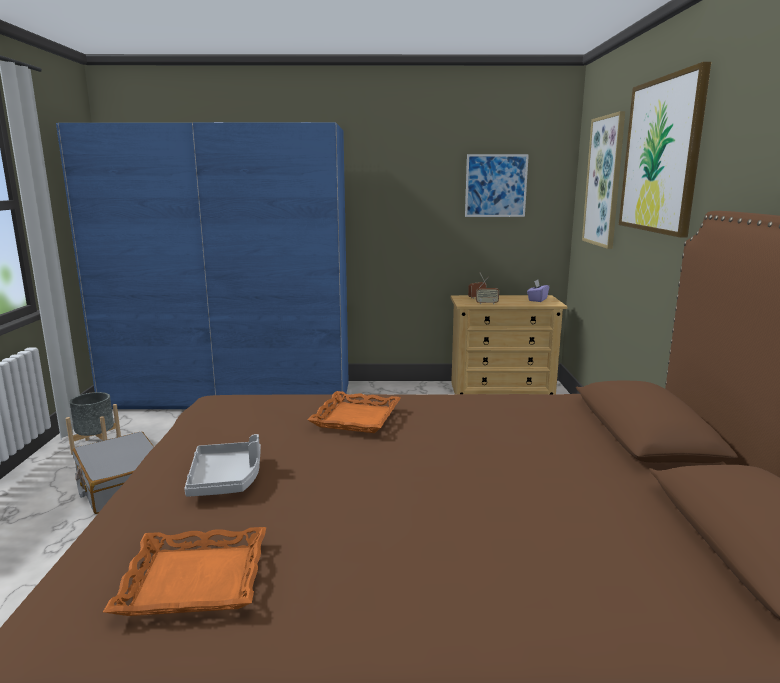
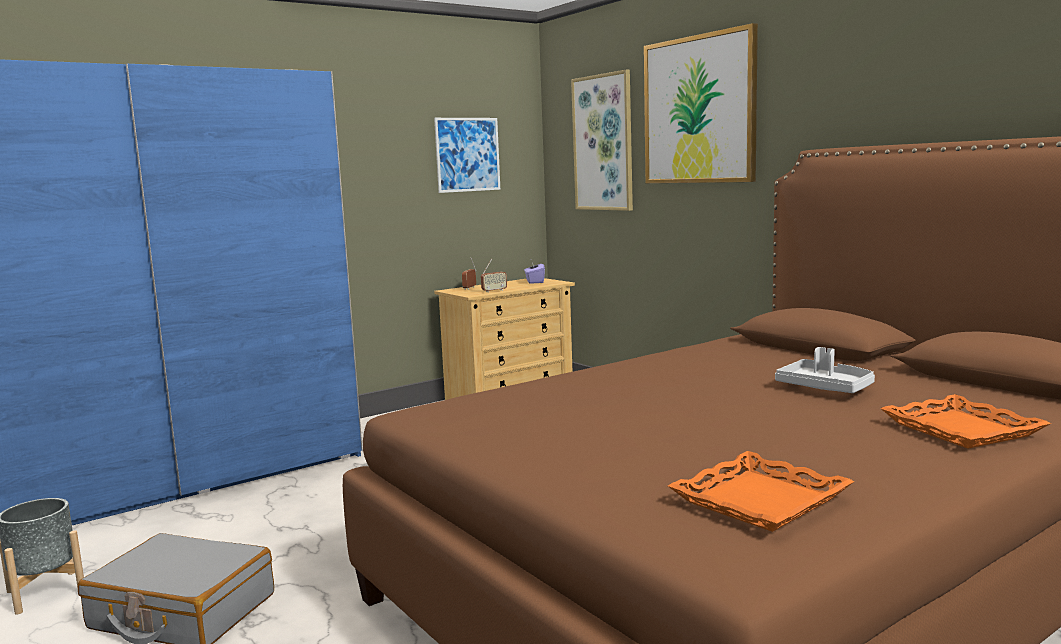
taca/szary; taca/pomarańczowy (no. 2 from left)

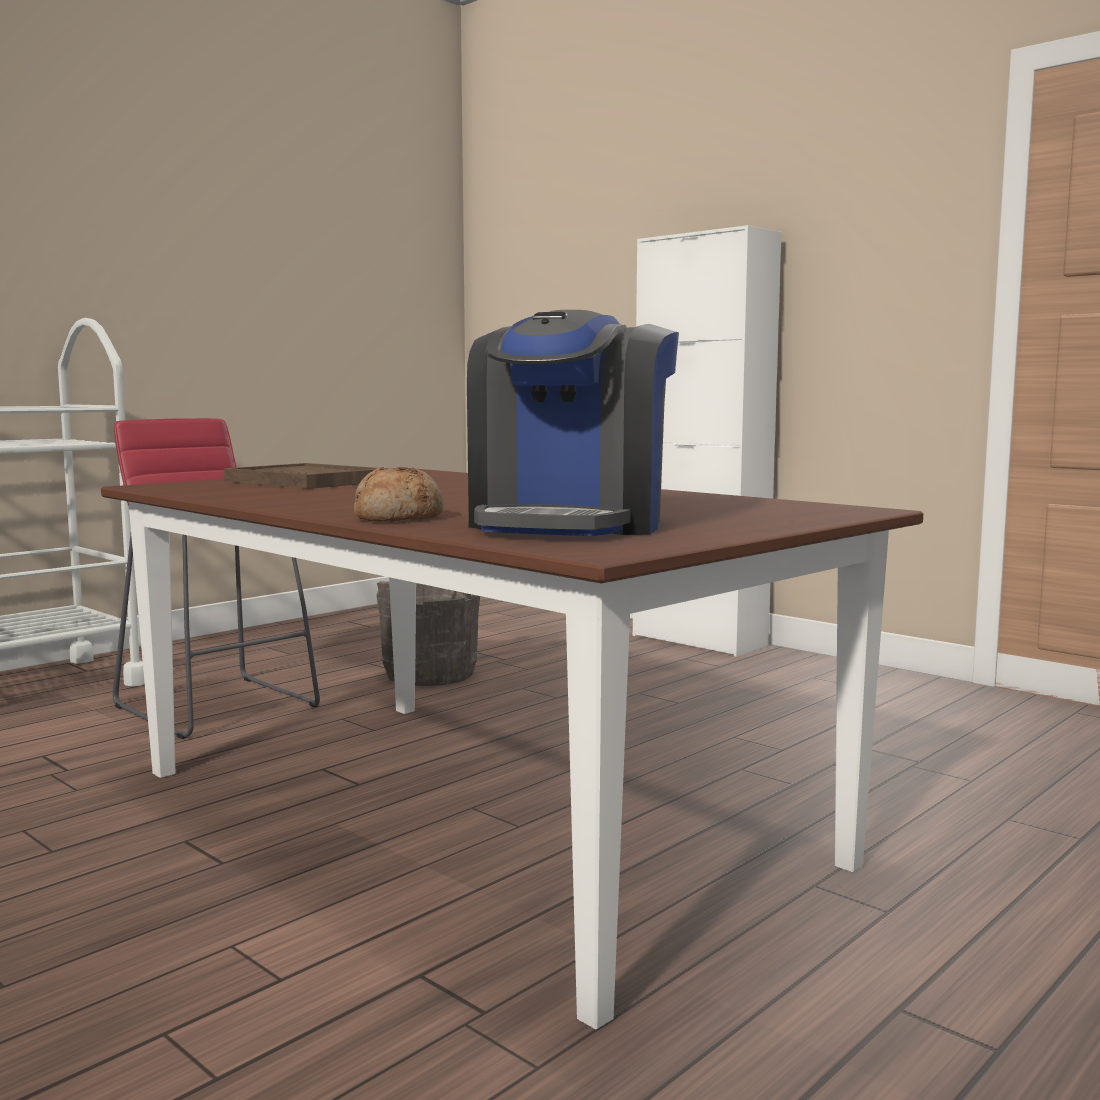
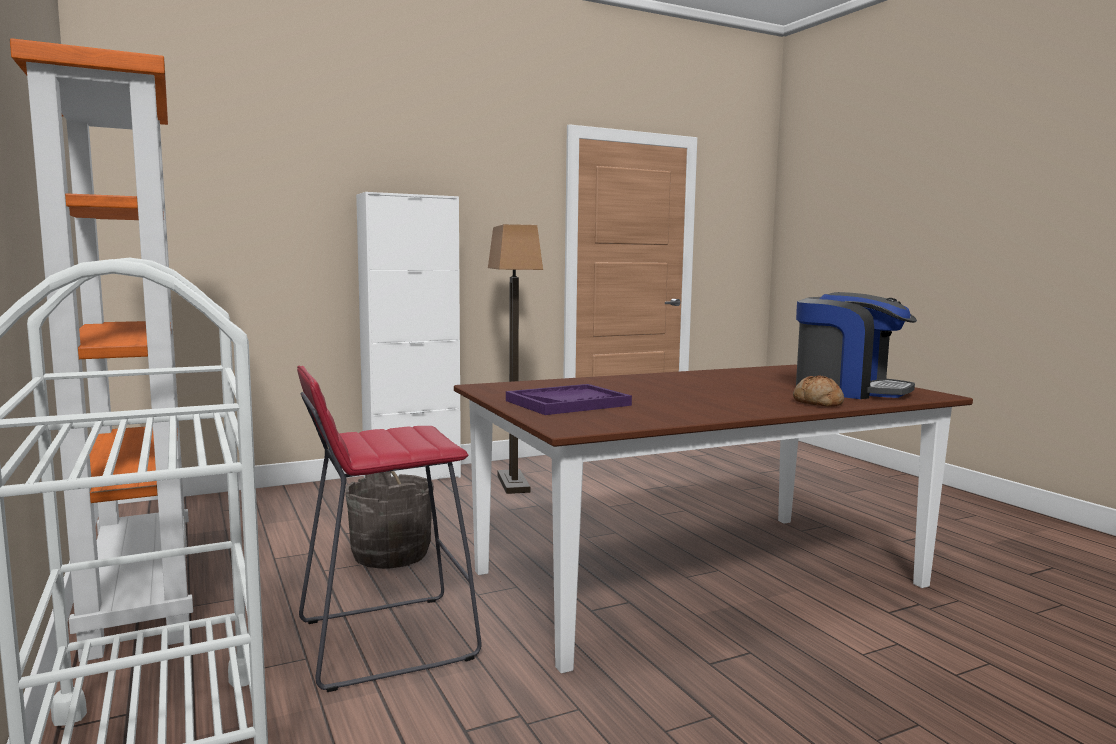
taca/fioletowy; regał/pomarańczowy; lampa stojąca

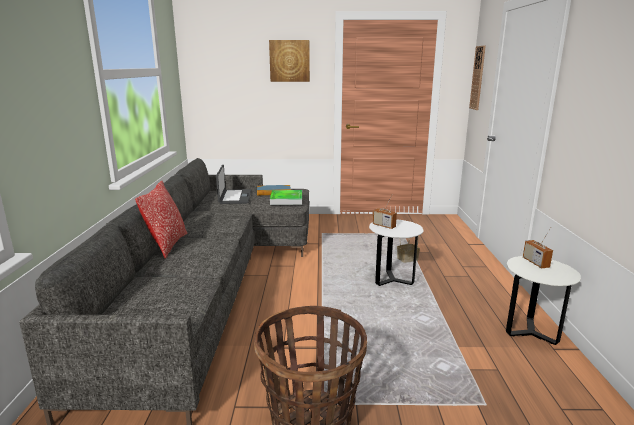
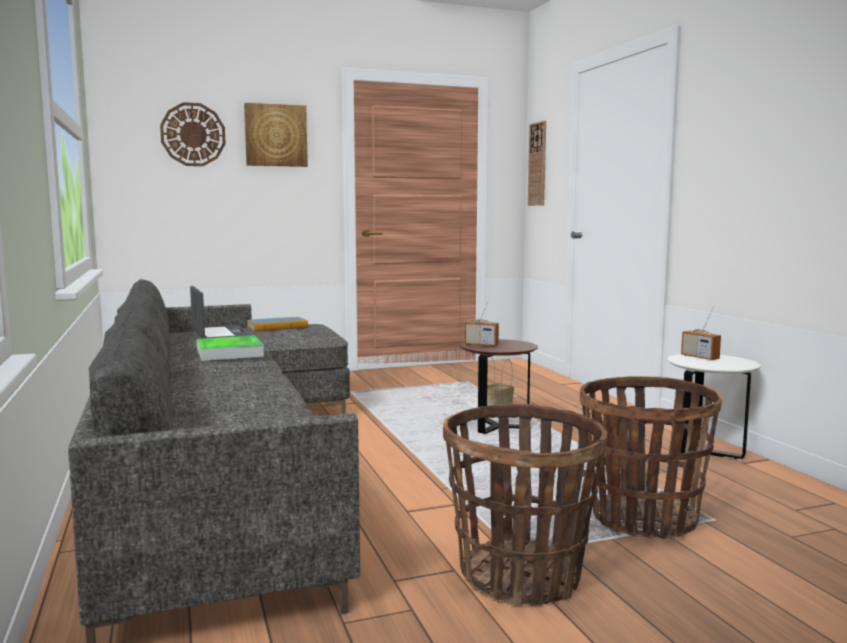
poduszka; taca; stolik/brązowy; zegar ścienny (no. 1 from left); koszyk (no. 3 from left)

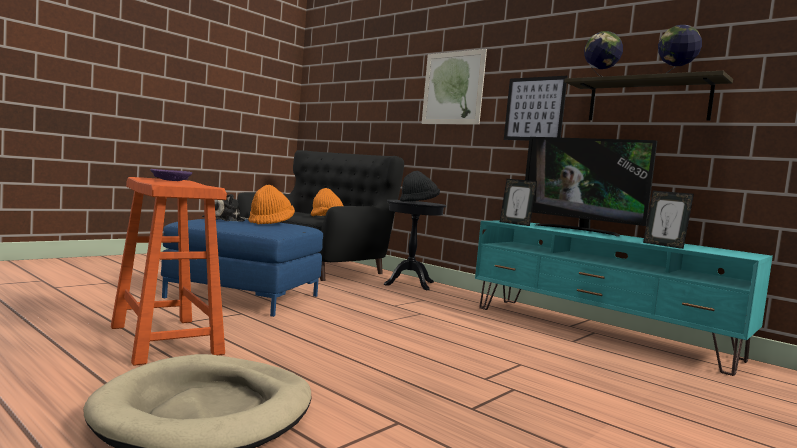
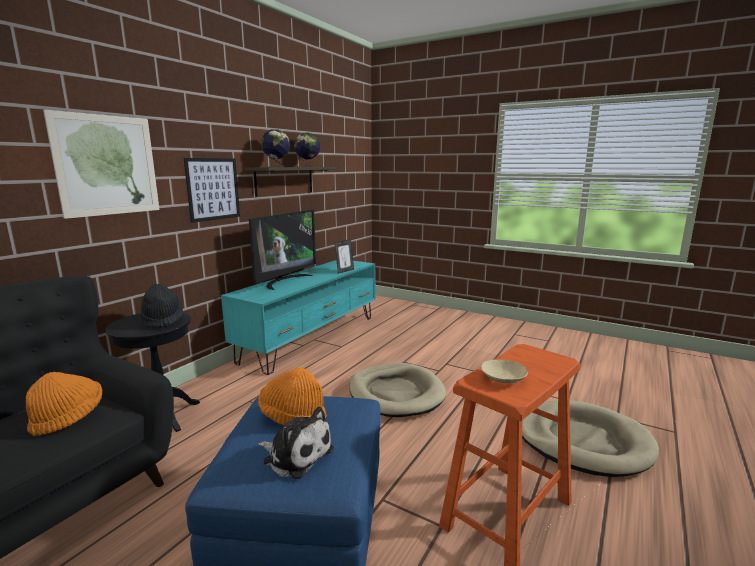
miska/beżowy; ramka na zdjęcie (no. 1 from left in the first image); legowisko/beżowy (no. 1 from left)

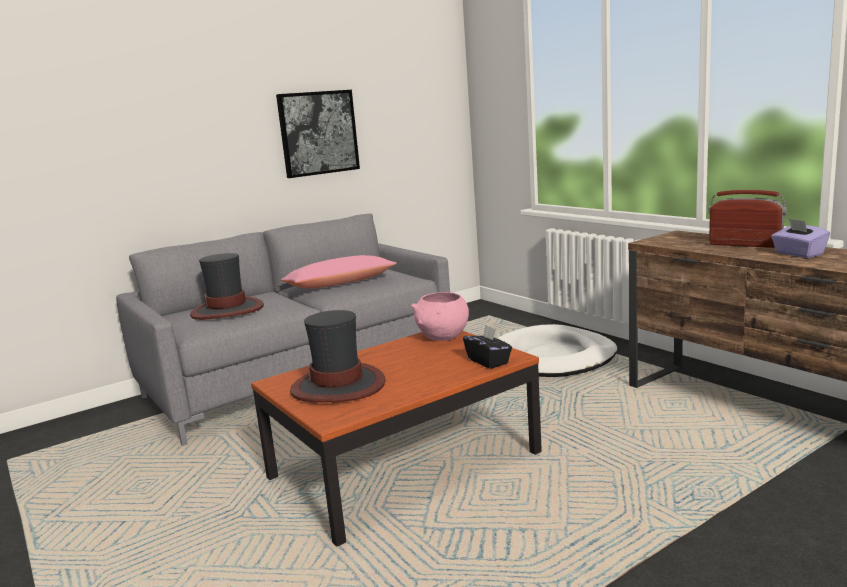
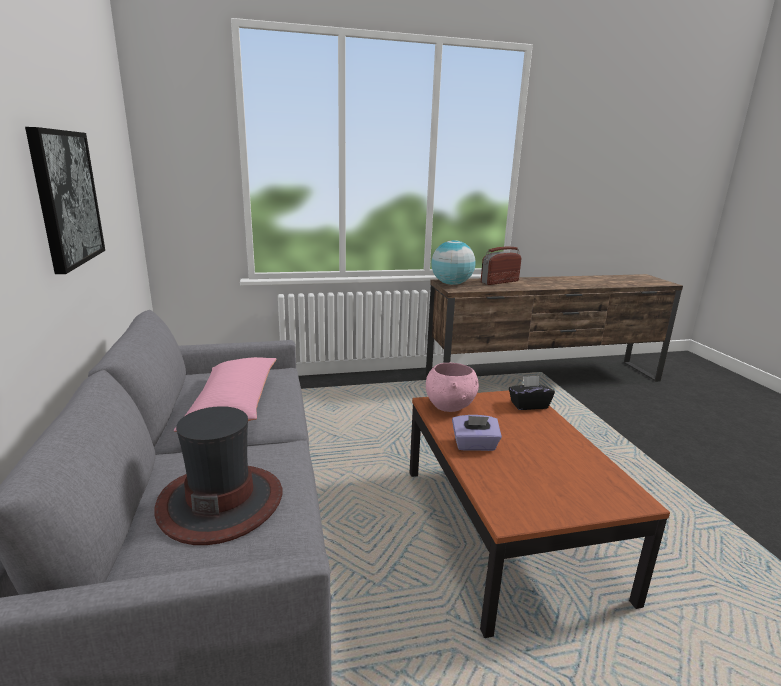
kapelusz (no. 2 from left in the first image); legowisko/biały; pudełko chusteczek/fioletowy; globus

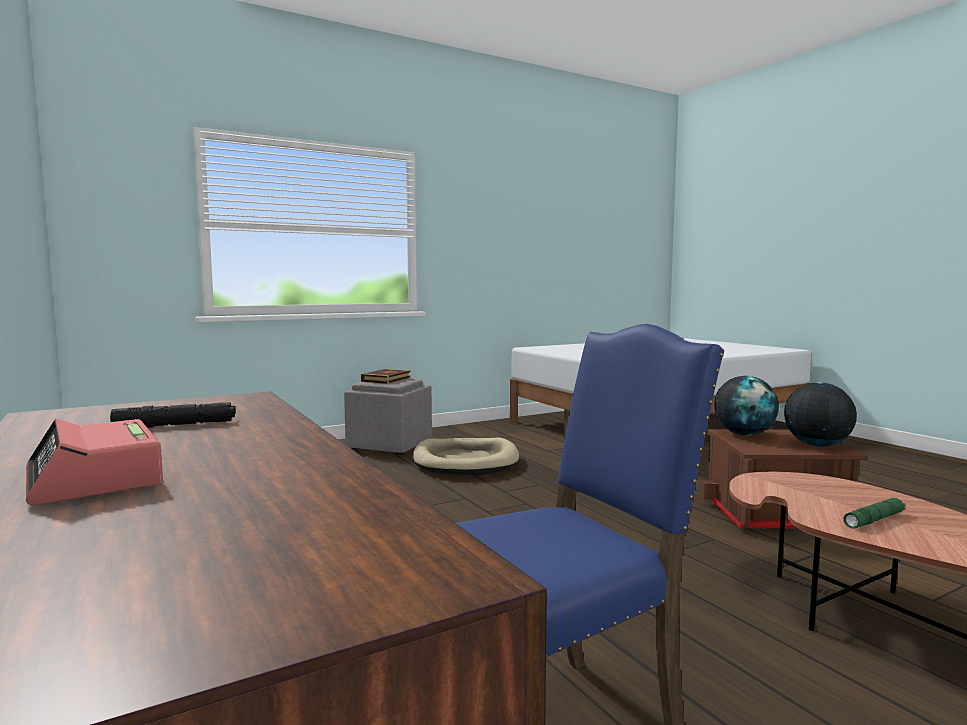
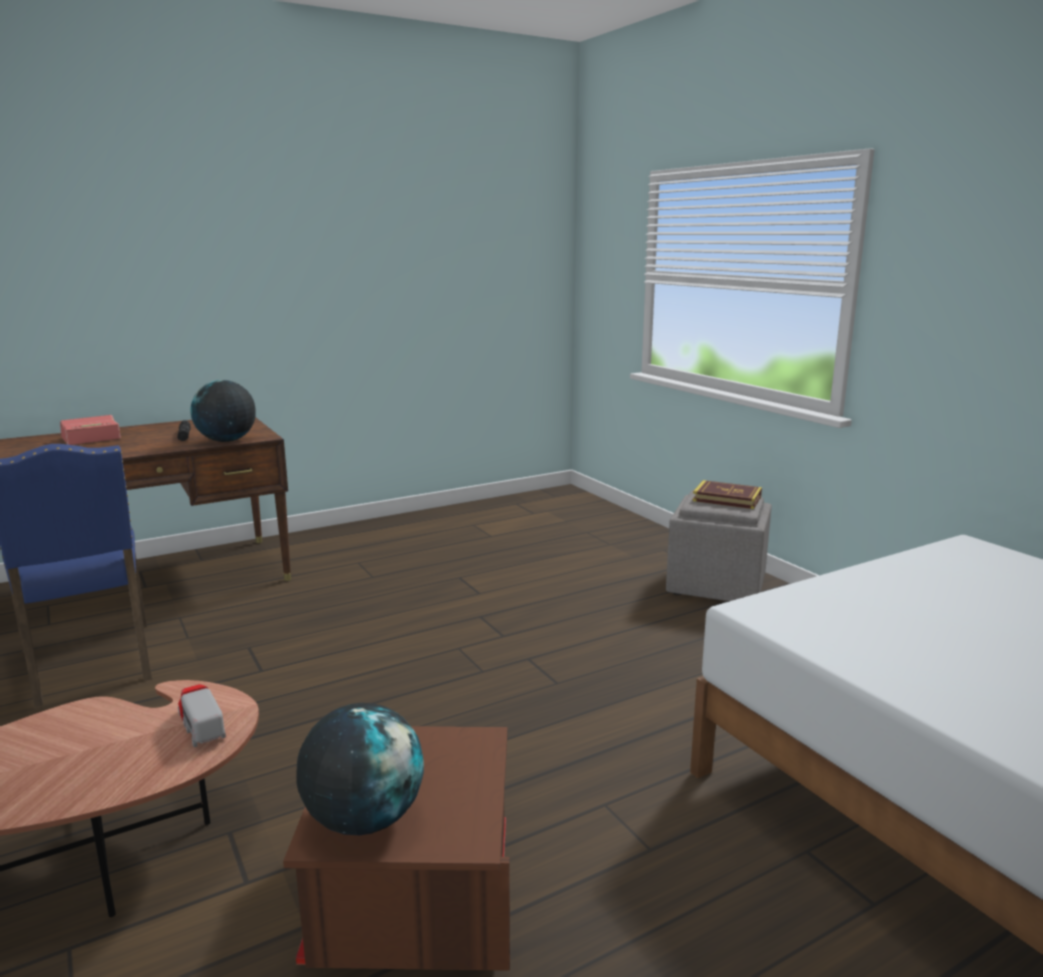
legowisko/beżowy; globus (no. 1 from left); latarka/zielony; ciężarówka zabawkowa

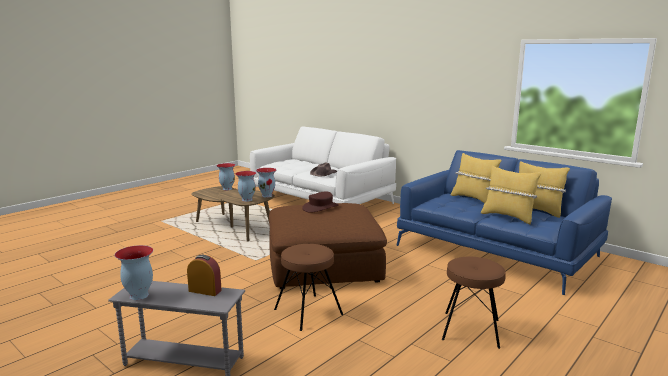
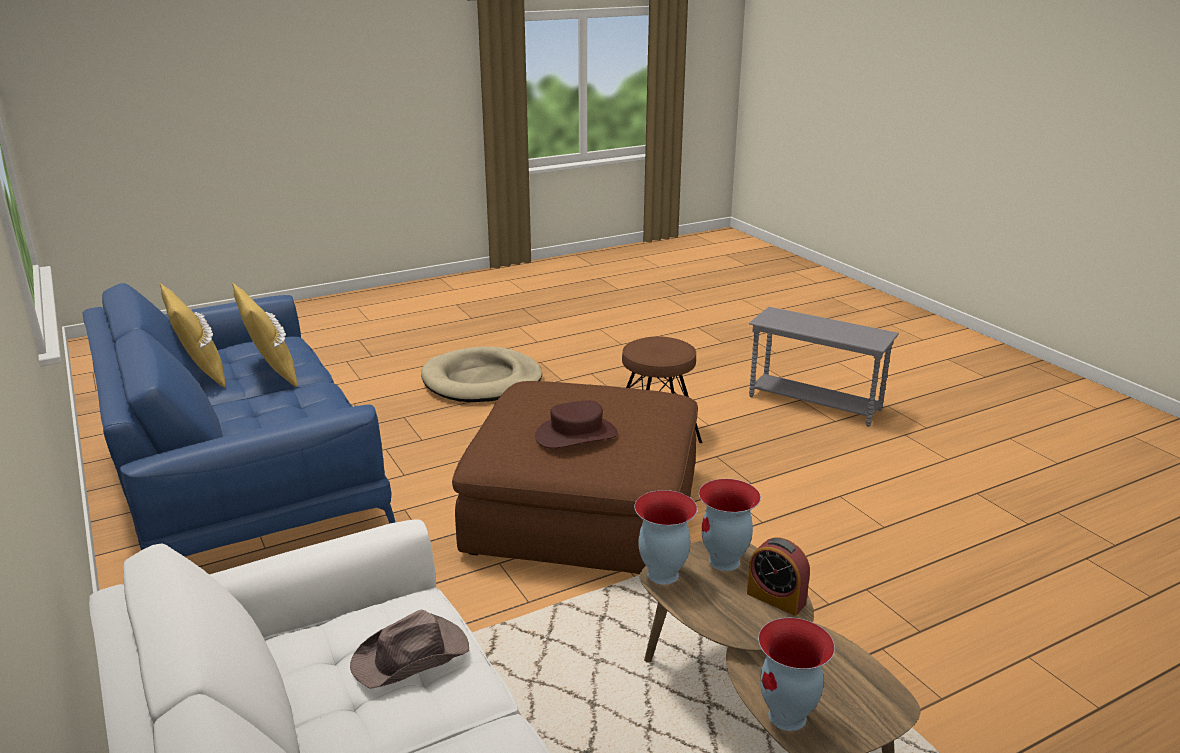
wazon (no. 1 from left in the first image); budzik; legowisko/beżowy; poduszka/żółty (no. 1 from left in the first image)

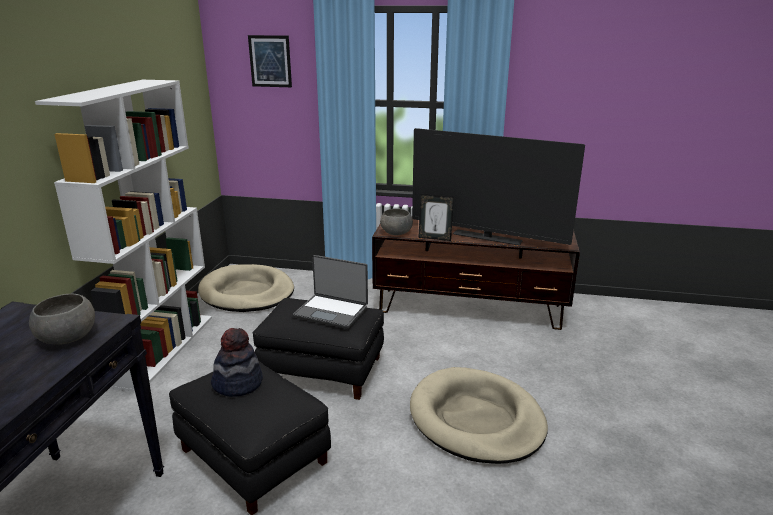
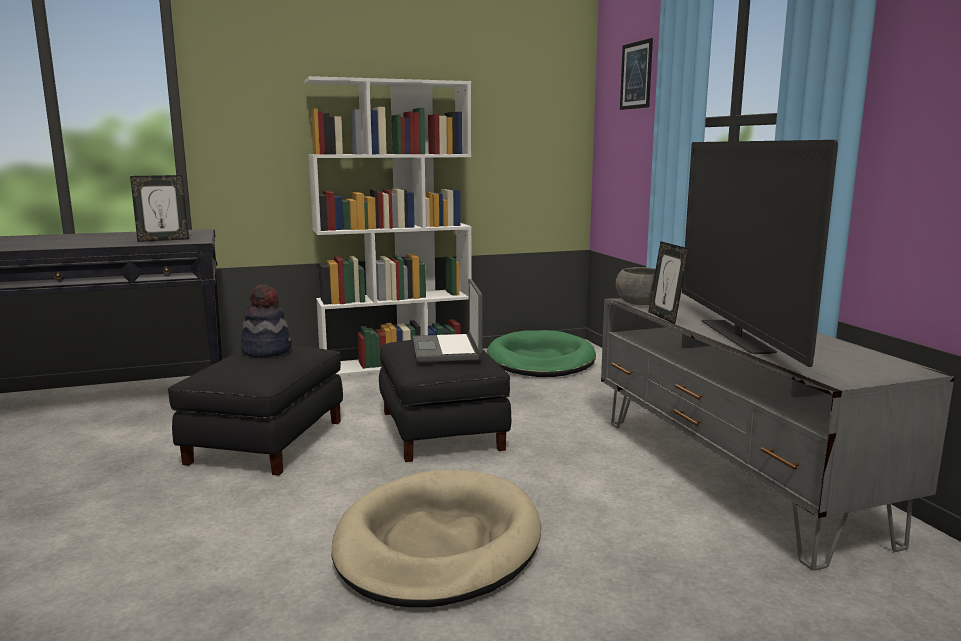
ramka na zdjęcie (no. 1 from left); legowisko/zielony; szafka pod telewizor/szary

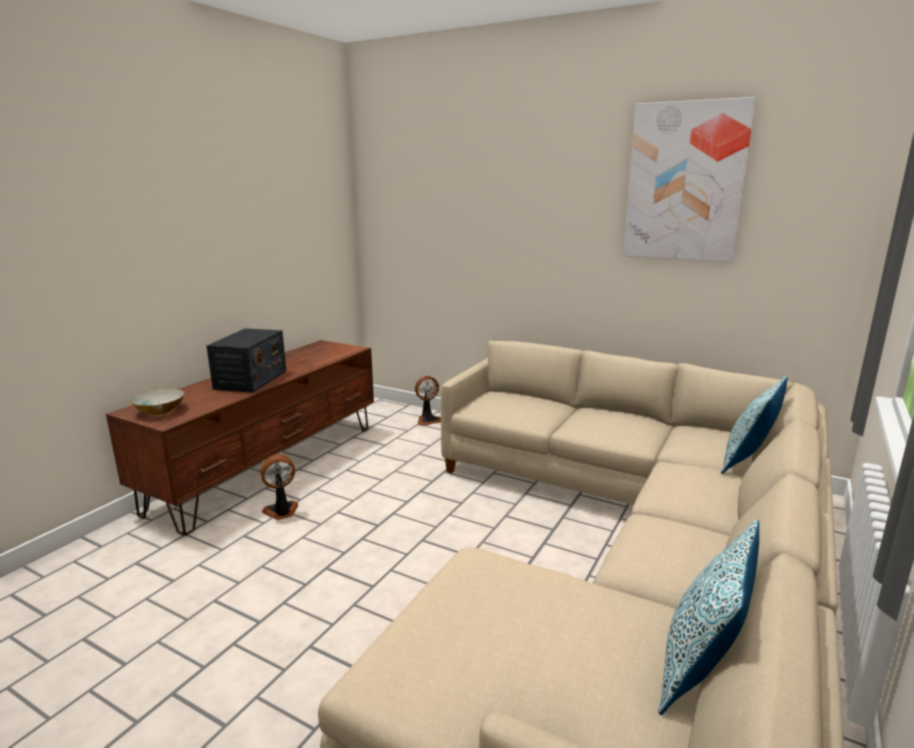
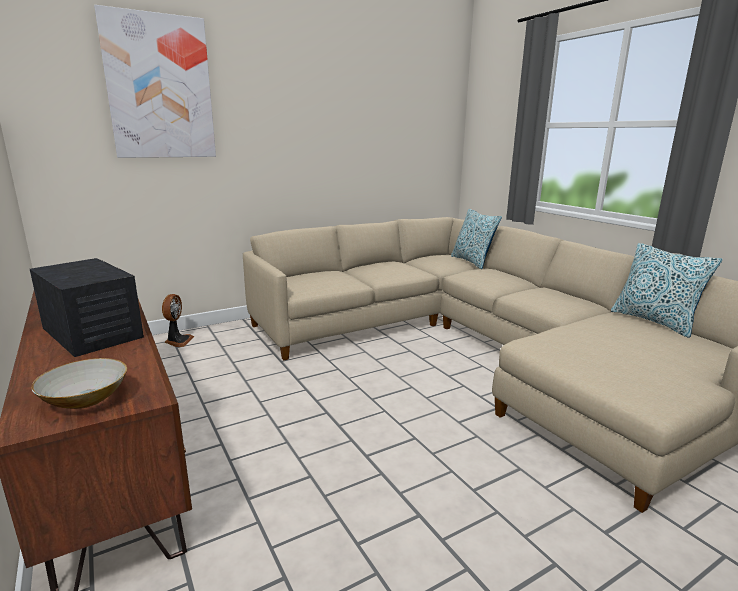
wentylator (no. 1 from left in the first image); obraz

